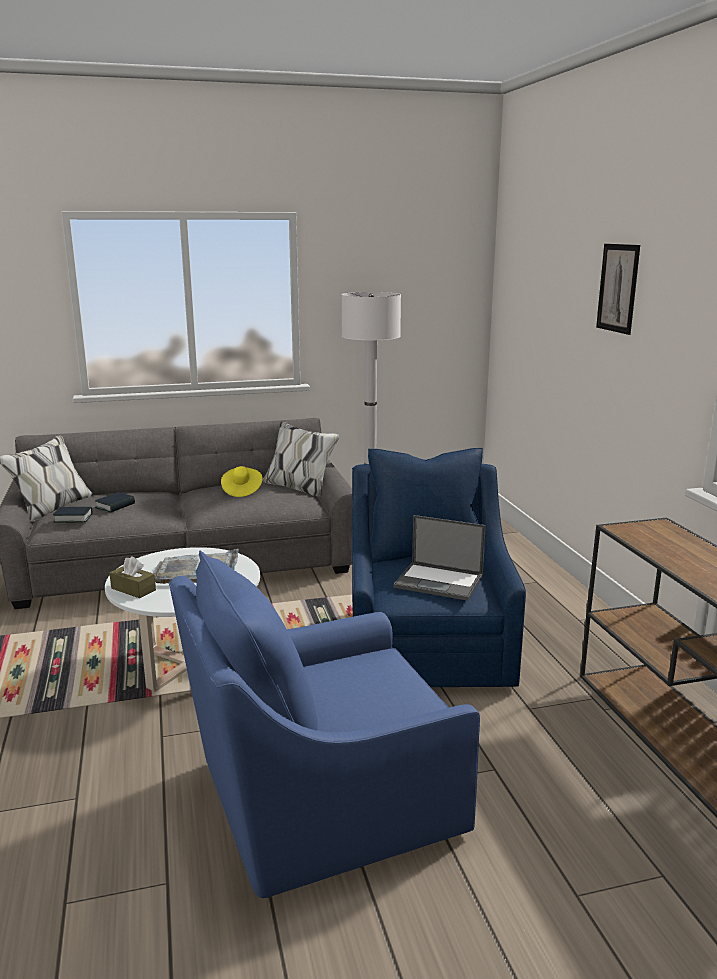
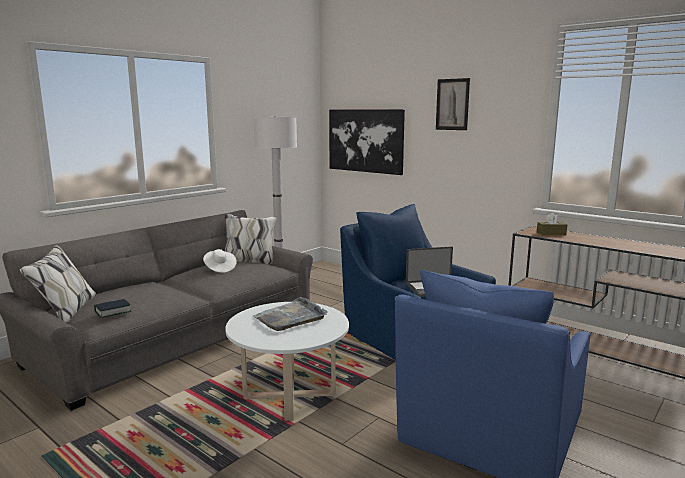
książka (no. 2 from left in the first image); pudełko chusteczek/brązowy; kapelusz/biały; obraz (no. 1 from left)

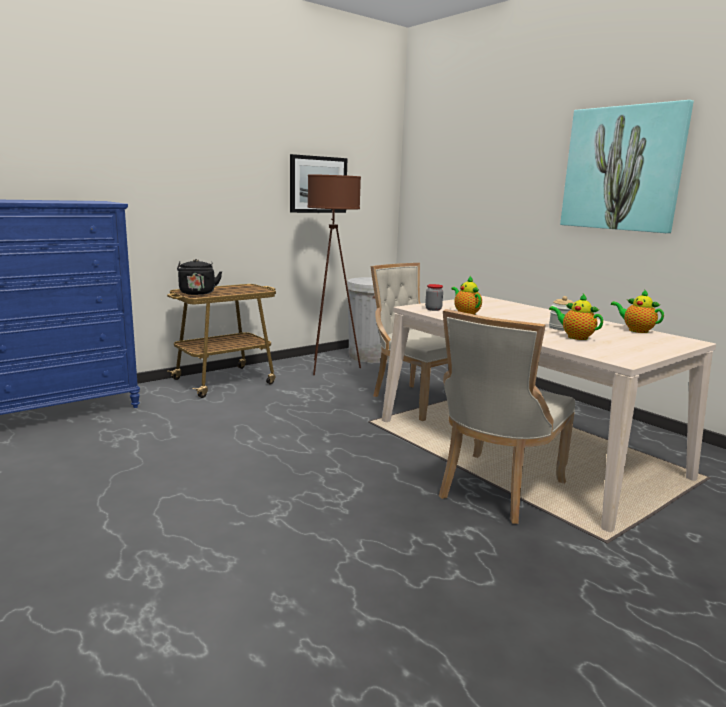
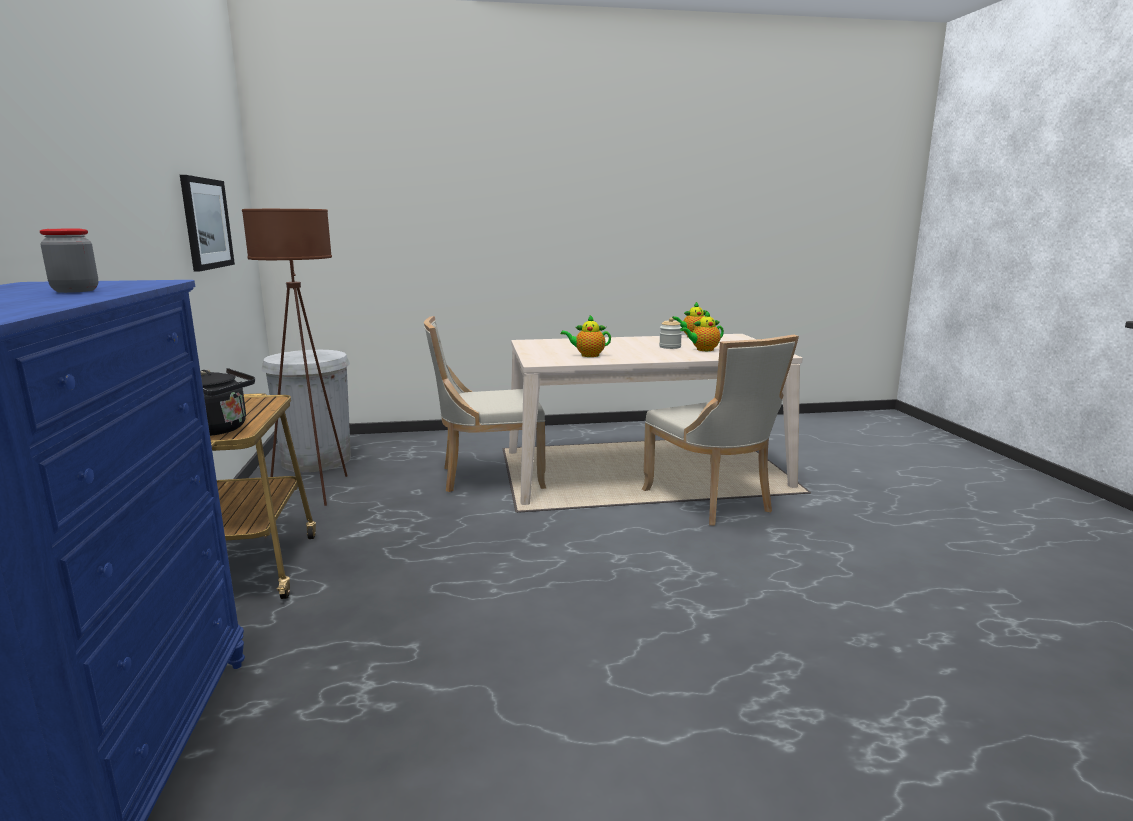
słoik (no. 1 from left); obraz (no. 2 from left in the first image)

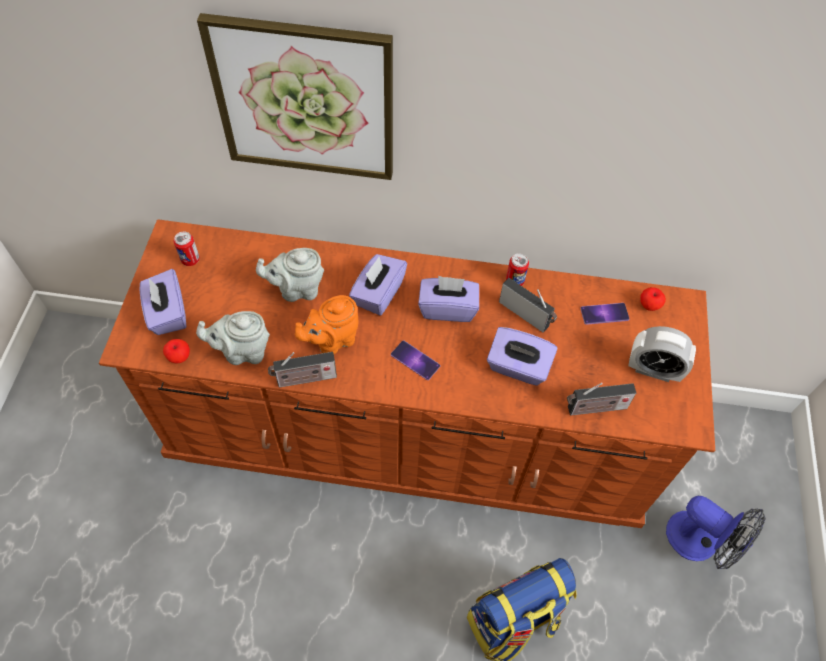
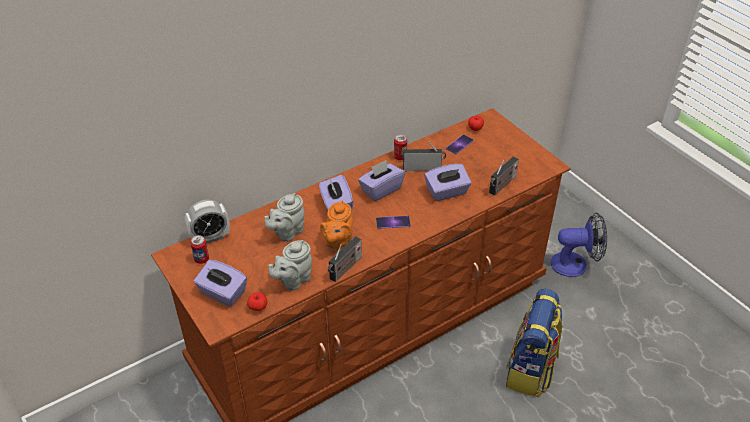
obraz; budzik

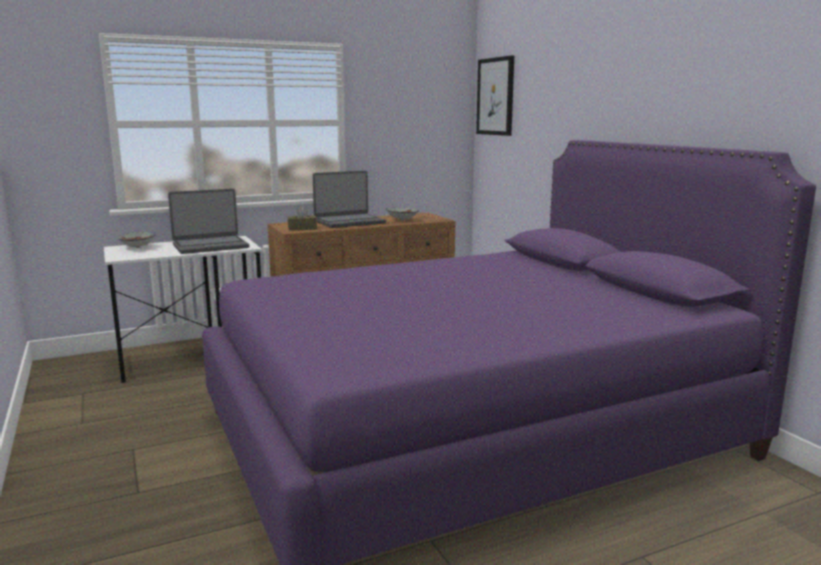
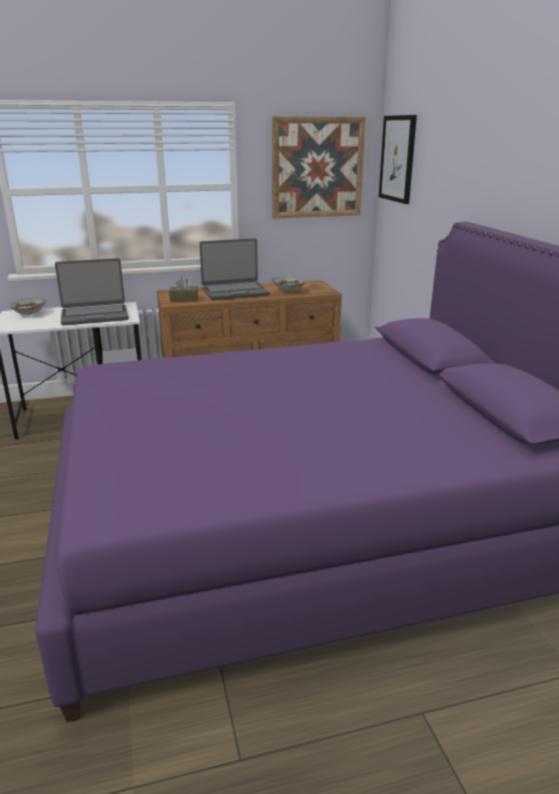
obraz (no. 1 from left)

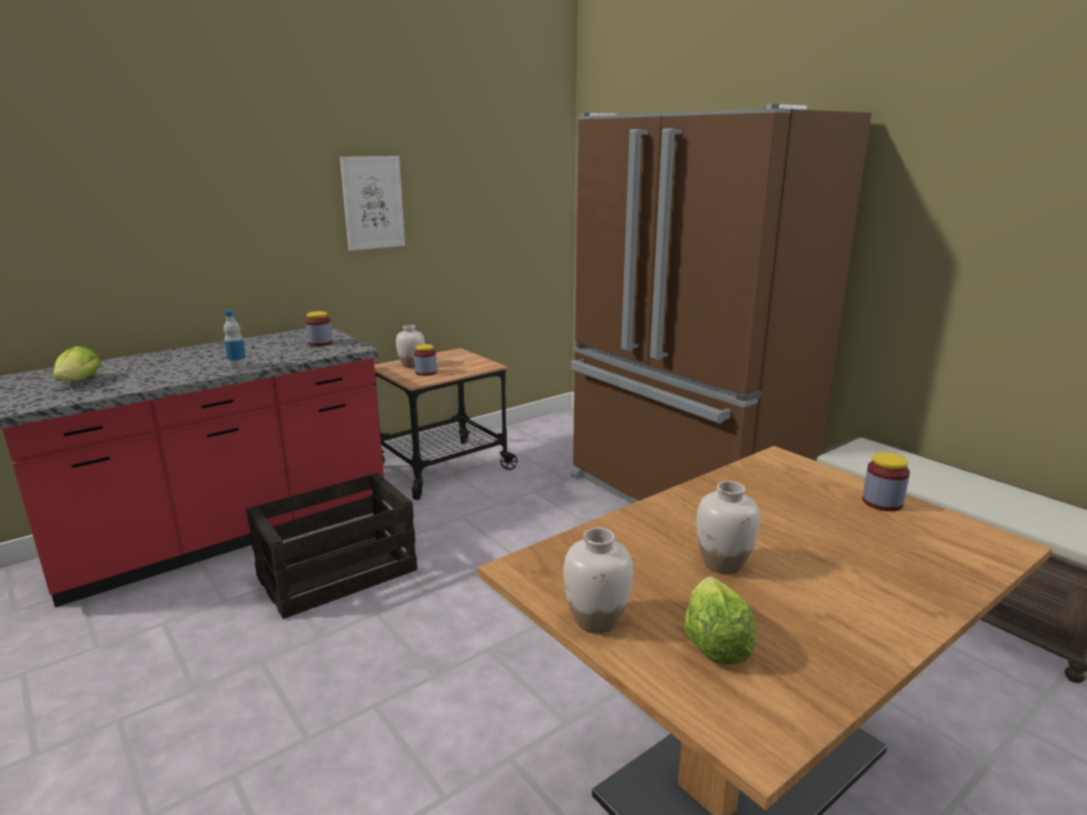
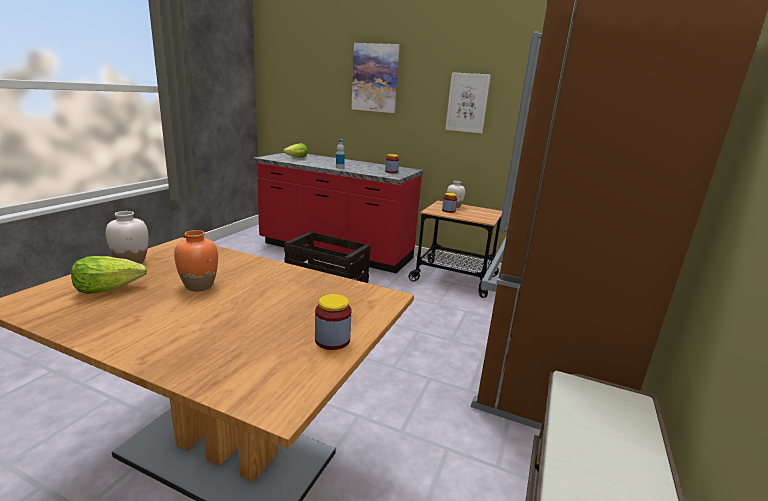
wazon/pomarańczowy; obraz (no. 1 from left)

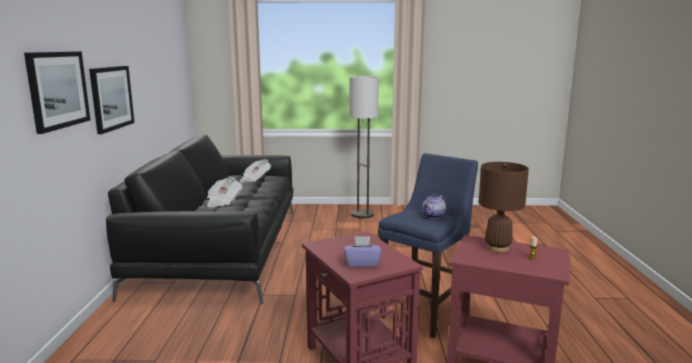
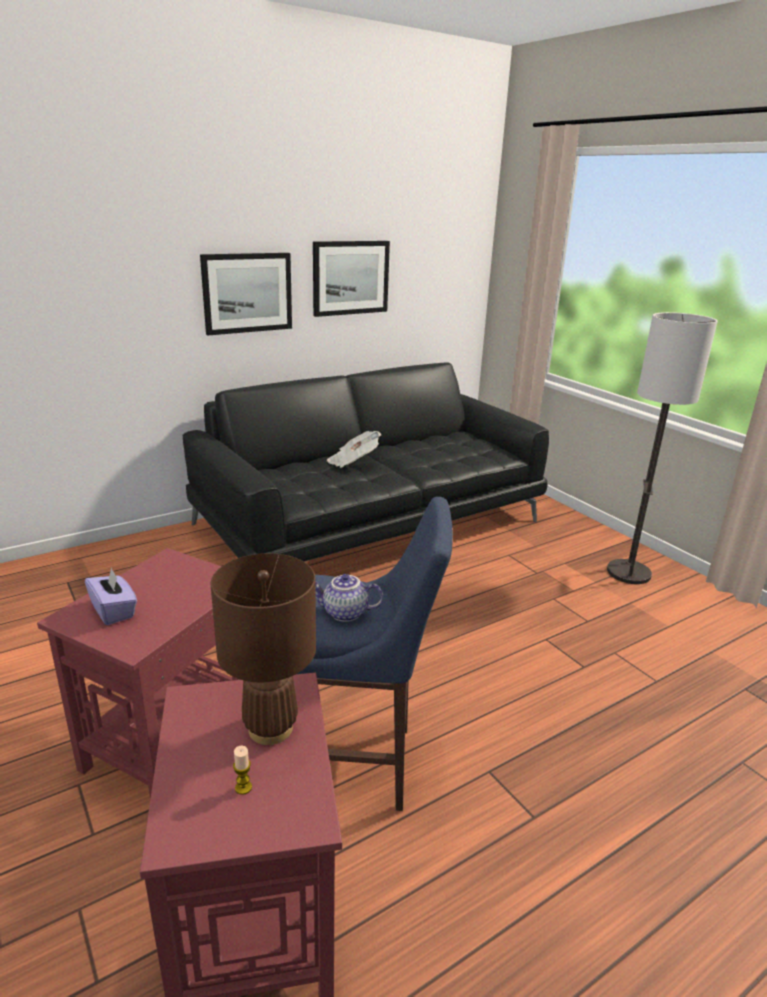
obraz (no. 2 from left); gazeta (no. 2 from left in the first image)

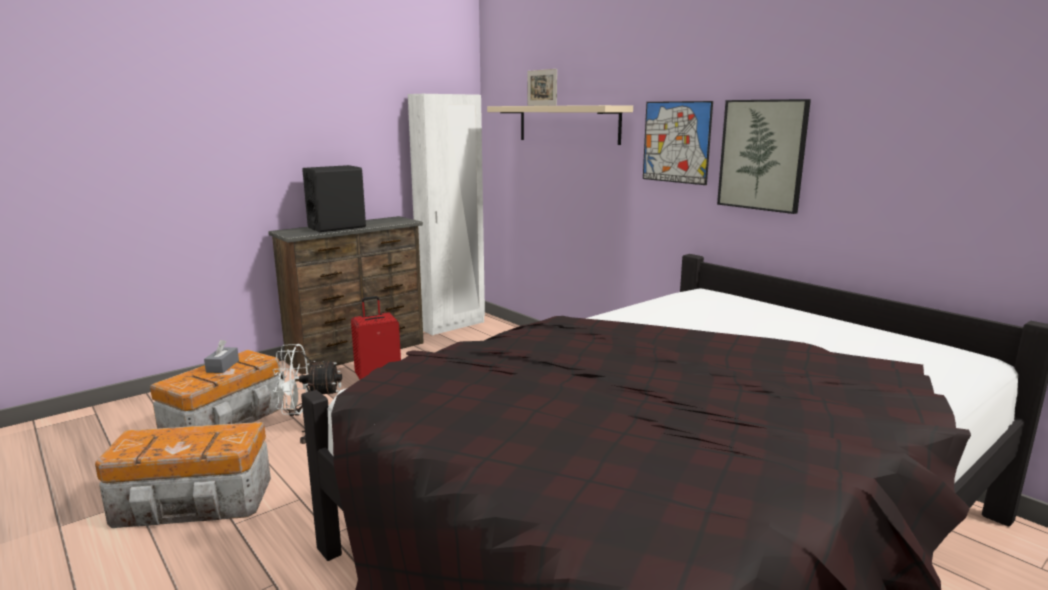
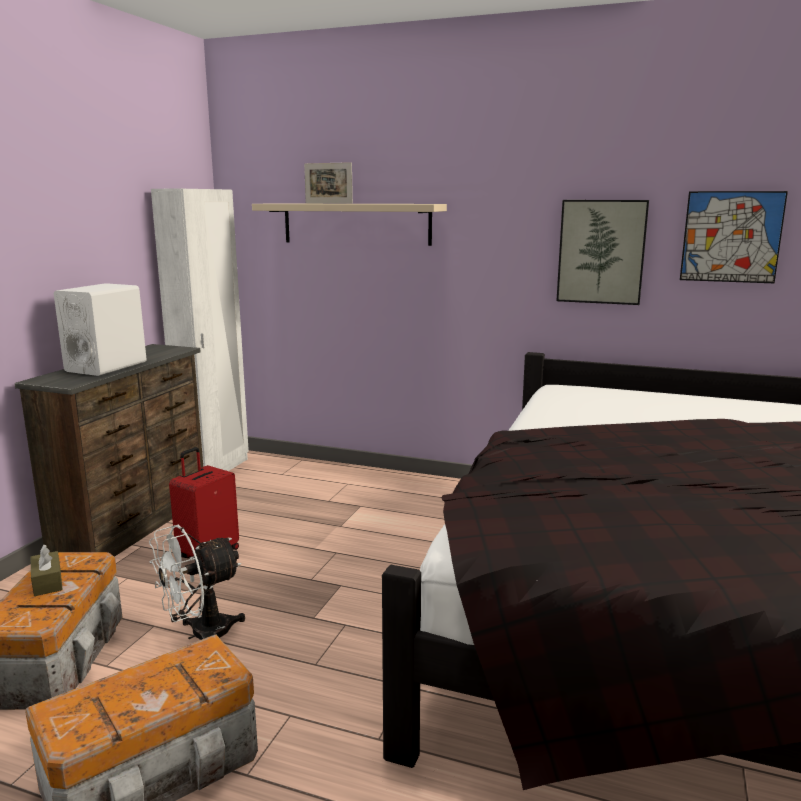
pudełko chusteczek/brązowy; głośnik/biały; obraz (no. 2 from left)

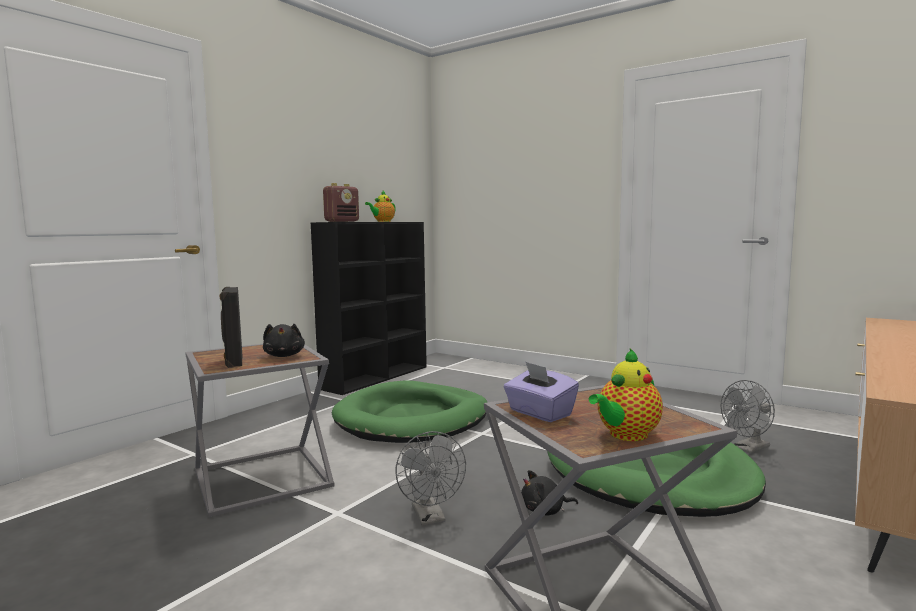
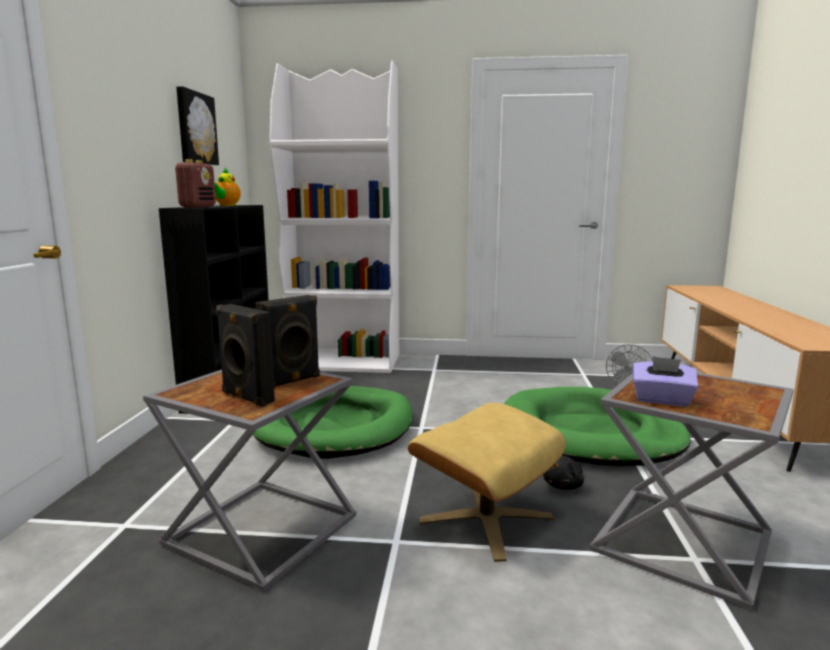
głośnik/czarny (no. 2 from left); pufa/beżowy; imbryk (no. 2 from left in the first image); obraz; regał/biały

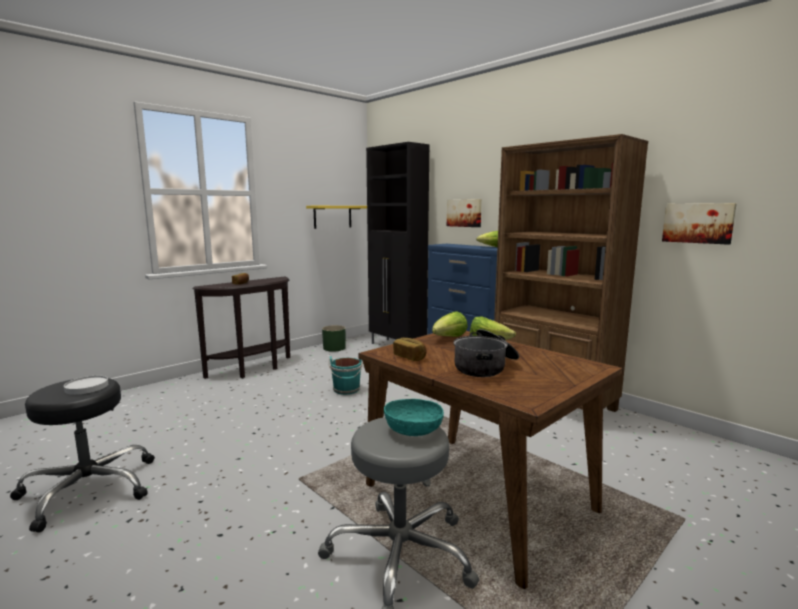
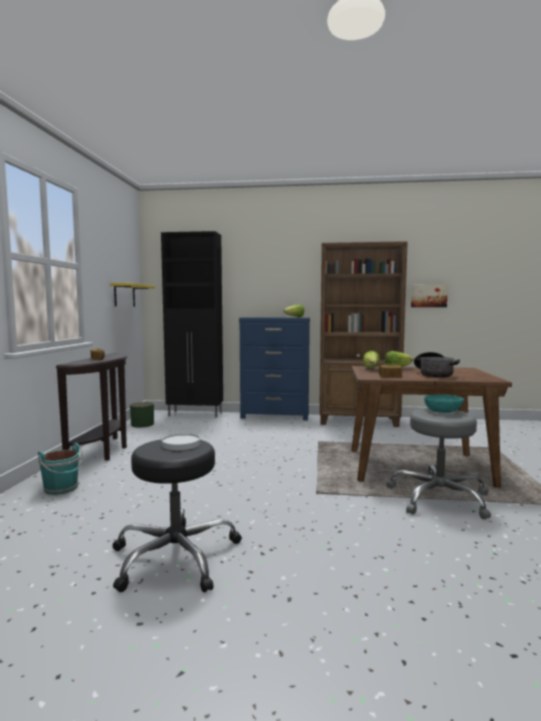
wiadro/turkusowy; obraz (no. 1 from left in the first image)

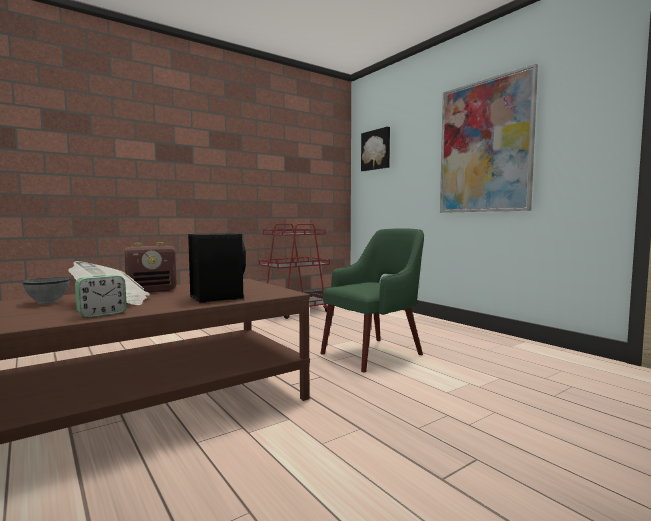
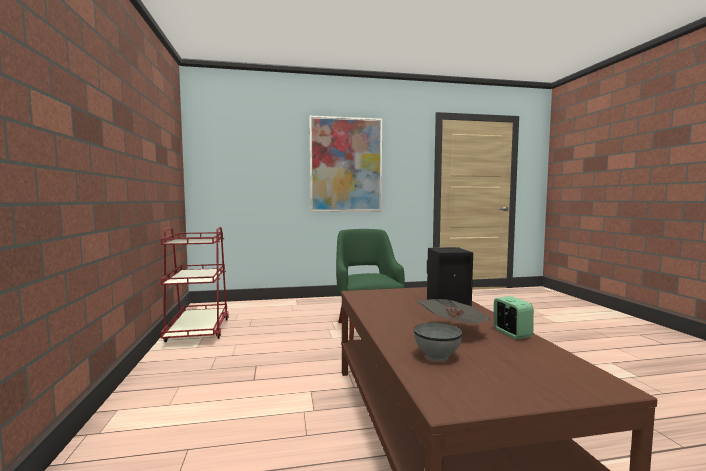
radio; obraz (no. 1 from left in the first image)

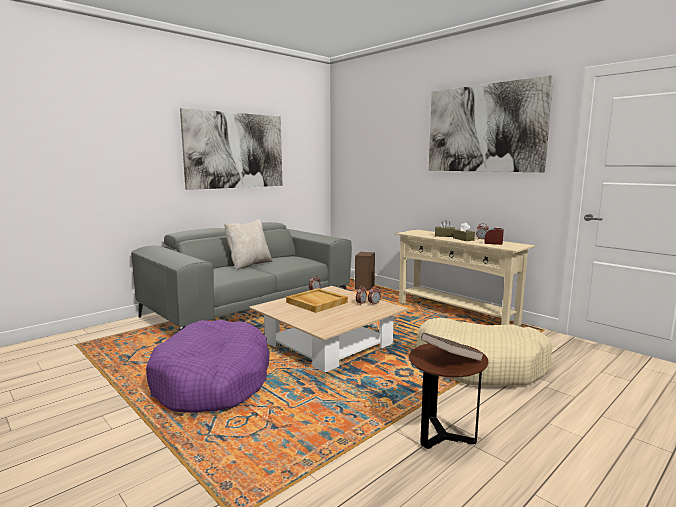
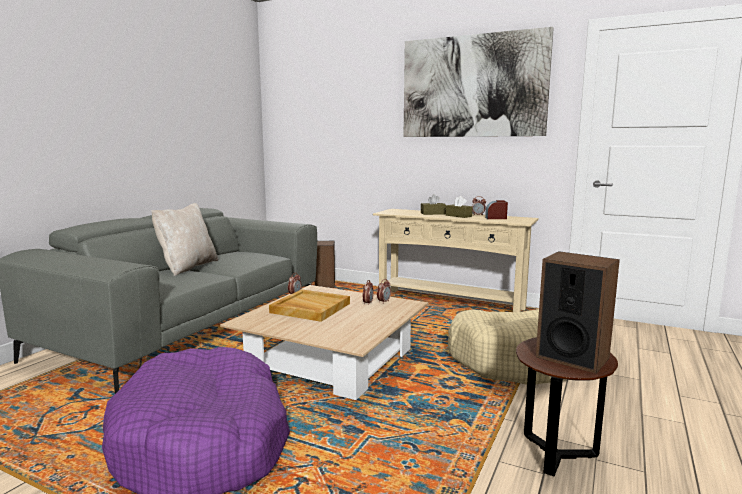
obraz (no. 1 from left in the first image); głośnik (no. 2 from left)

